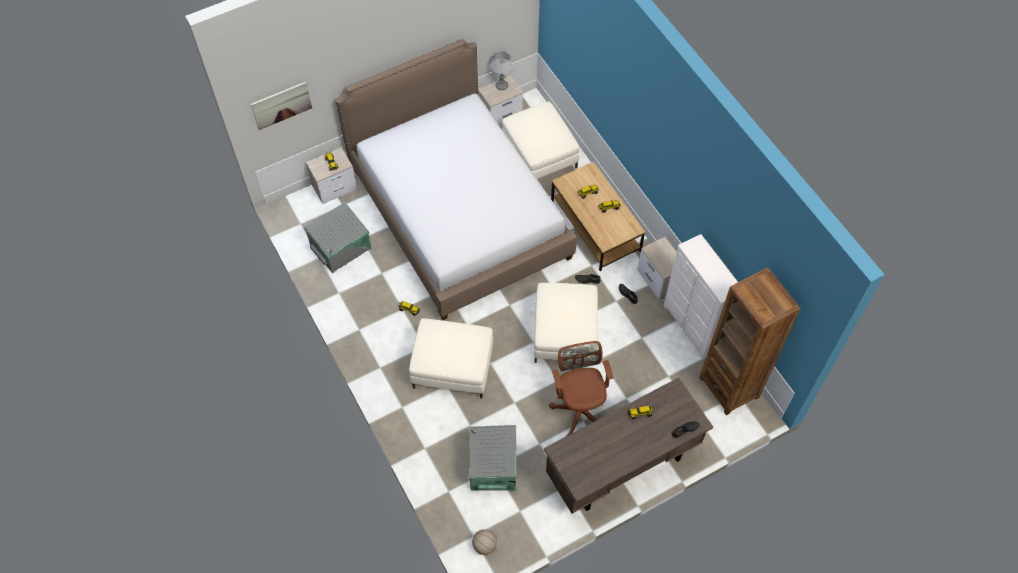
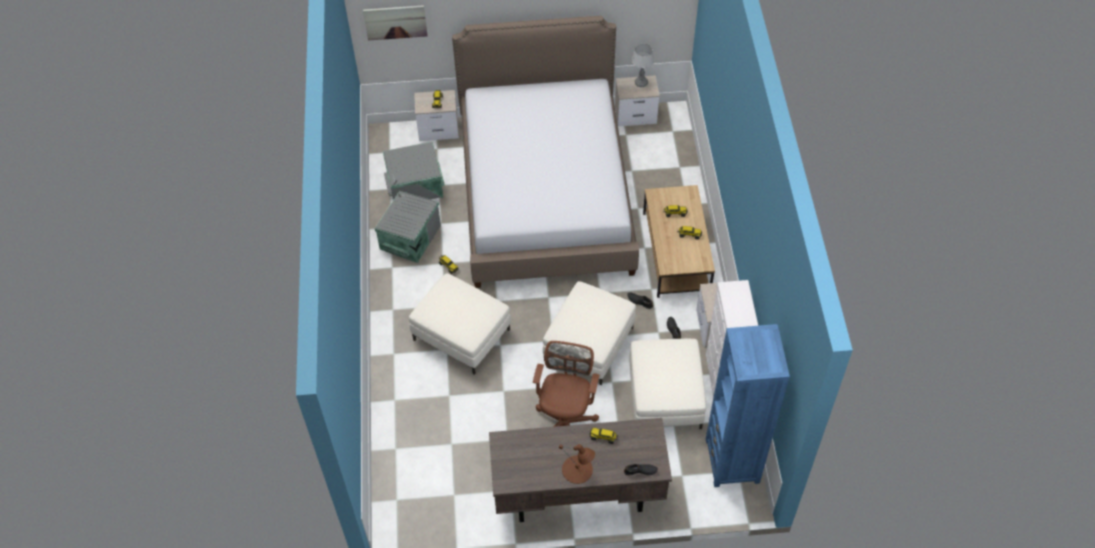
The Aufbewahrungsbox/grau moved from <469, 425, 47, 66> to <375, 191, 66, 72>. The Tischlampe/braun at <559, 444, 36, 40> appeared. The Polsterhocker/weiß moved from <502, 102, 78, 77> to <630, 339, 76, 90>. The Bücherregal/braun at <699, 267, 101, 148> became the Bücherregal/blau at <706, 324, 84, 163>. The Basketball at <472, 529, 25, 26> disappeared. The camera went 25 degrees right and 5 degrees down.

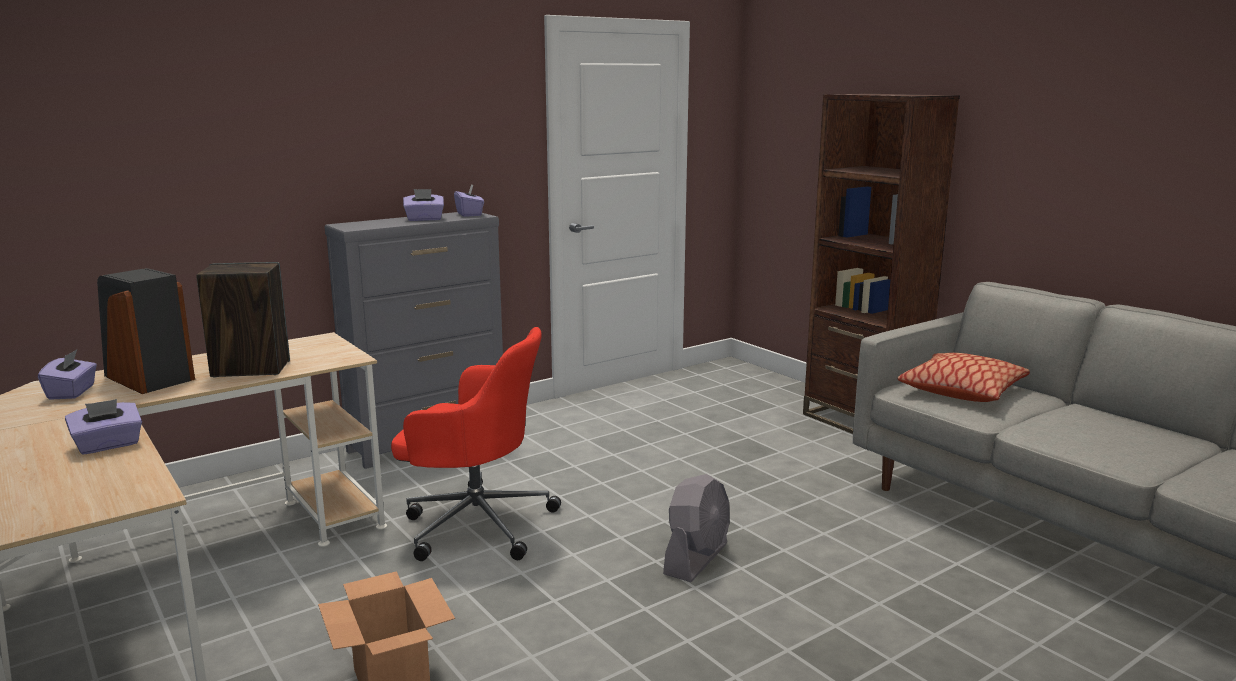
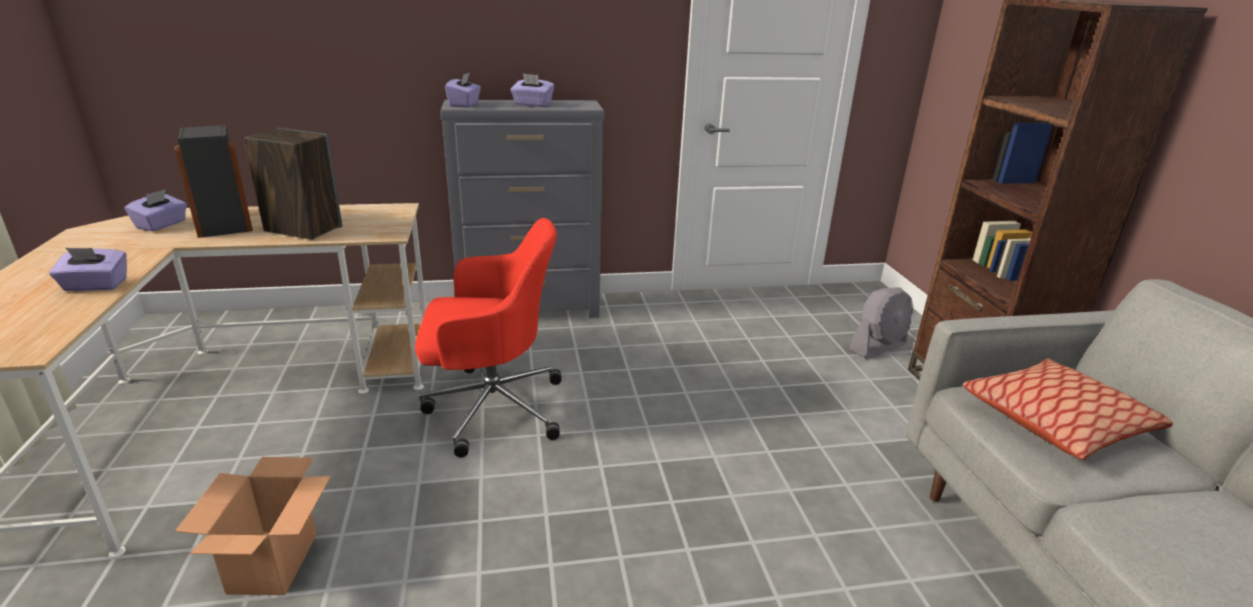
The Bürostuhl/rot at <391, 327, 170, 234> turned 45 degrees counterclockwise. The Taschentuchbox/lila moved from <454, 184, 30, 33> to <445, 72, 36, 36>. The Ventilator/grau moved from <663, 474, 67, 108> to <849, 287, 65, 72>. The camera went 25 degrees right and 10 degrees up.

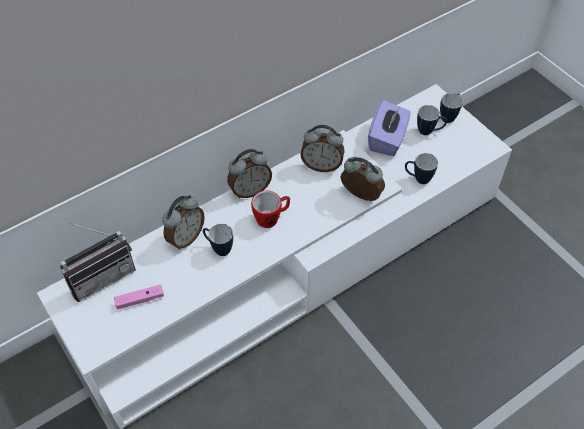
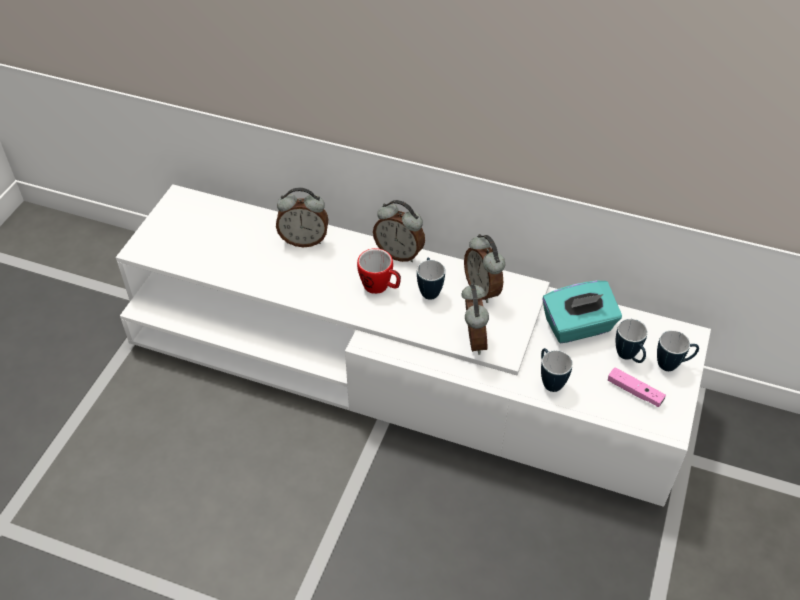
The Henkelbecher moved from <203, 224, 30, 32> to <417, 258, 28, 42>. The Taschentuchbox/lila at <368, 100, 43, 56> became the Taschentuchbox/türkis at <542, 281, 80, 62>. The Gamepad/rosa moved from <114, 284, 50, 25> to <608, 367, 58, 40>. The Radio at <60, 223, 76, 79> disappeared. The camera went 55 degrees right and 5 degrees down.

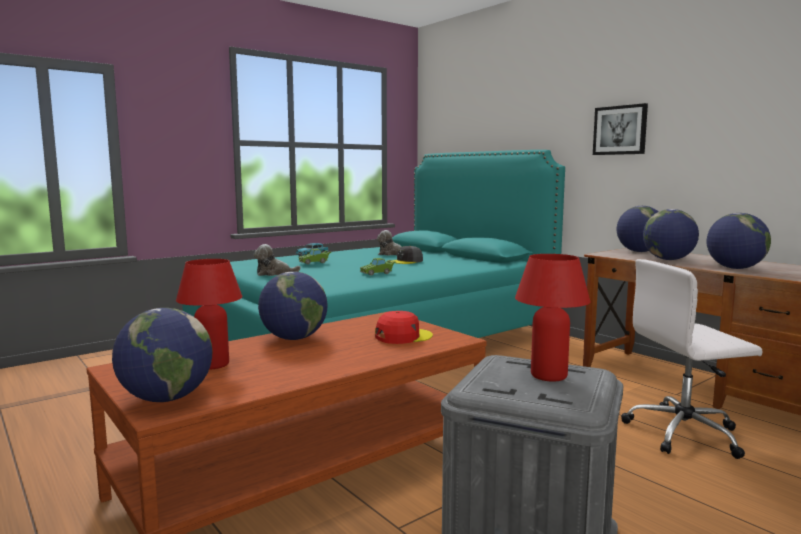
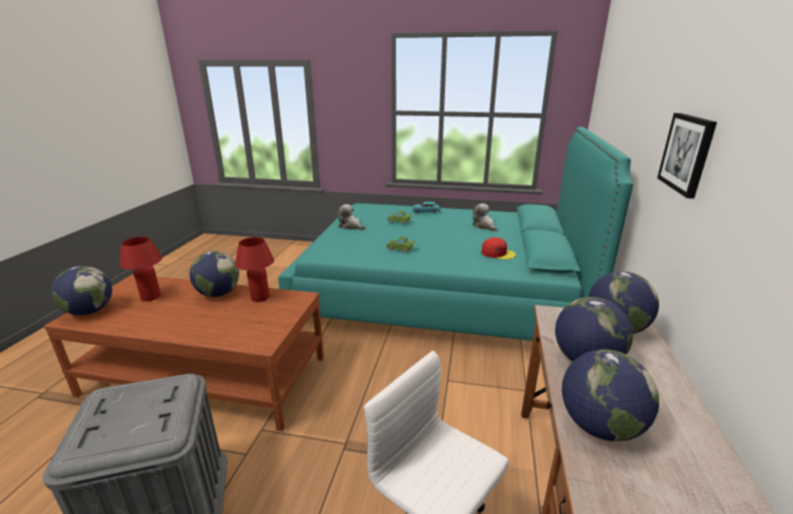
The Tischlampe/rot moved from <515, 254, 76, 128> to <235, 237, 39, 65>. The Kappe/rot moved from <375, 311, 58, 33> to <481, 237, 35, 23>. The Kappe/grau at <391, 246, 32, 18> disappeared. The camera went 50 degrees right and 15 degrees up.

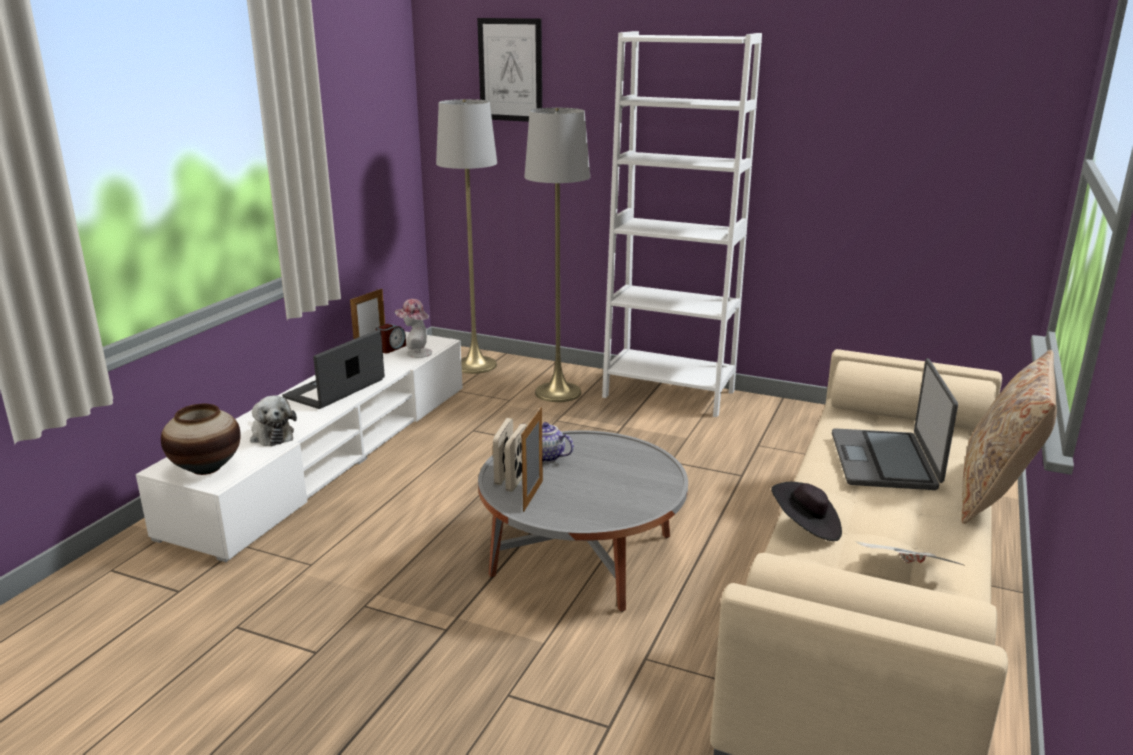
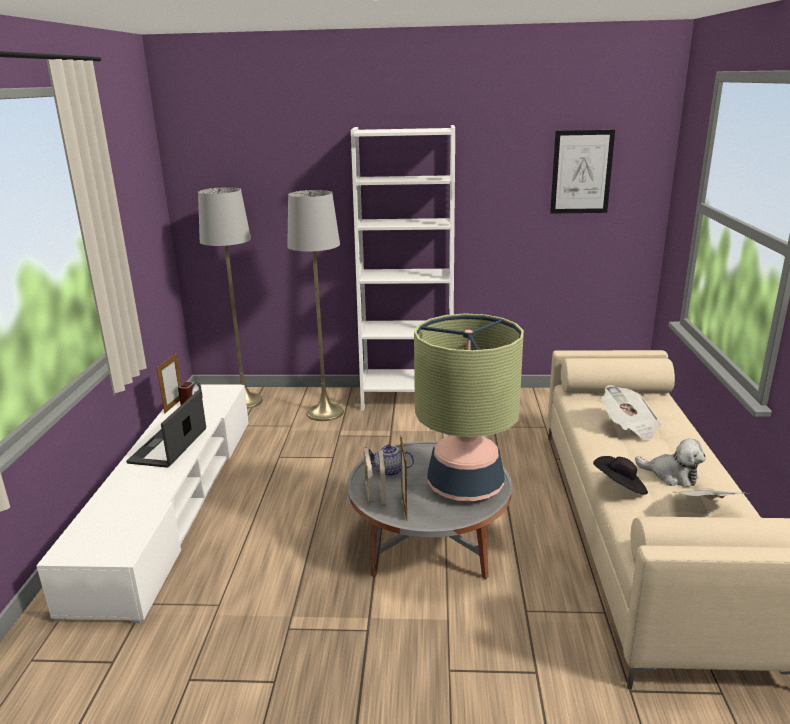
The Tischlampe at <414, 313, 110, 188> appeared. The Bild moved from <477, 18, 65, 104> to <550, 130, 65, 84>. The Laptop at <832, 358, 126, 132> was replaced by the Zeitung at <601, 385, 60, 56>. The Plüschtier moved from <250, 395, 47, 51> to <635, 439, 71, 48>. The Vase at <161, 404, 80, 71> disappeared. The Hut at <395, 299, 37, 59> disappeared. The Kissen/beige at <961, 350, 96, 174> disappeared. The camera went 20 degrees left and 0 degrees up.

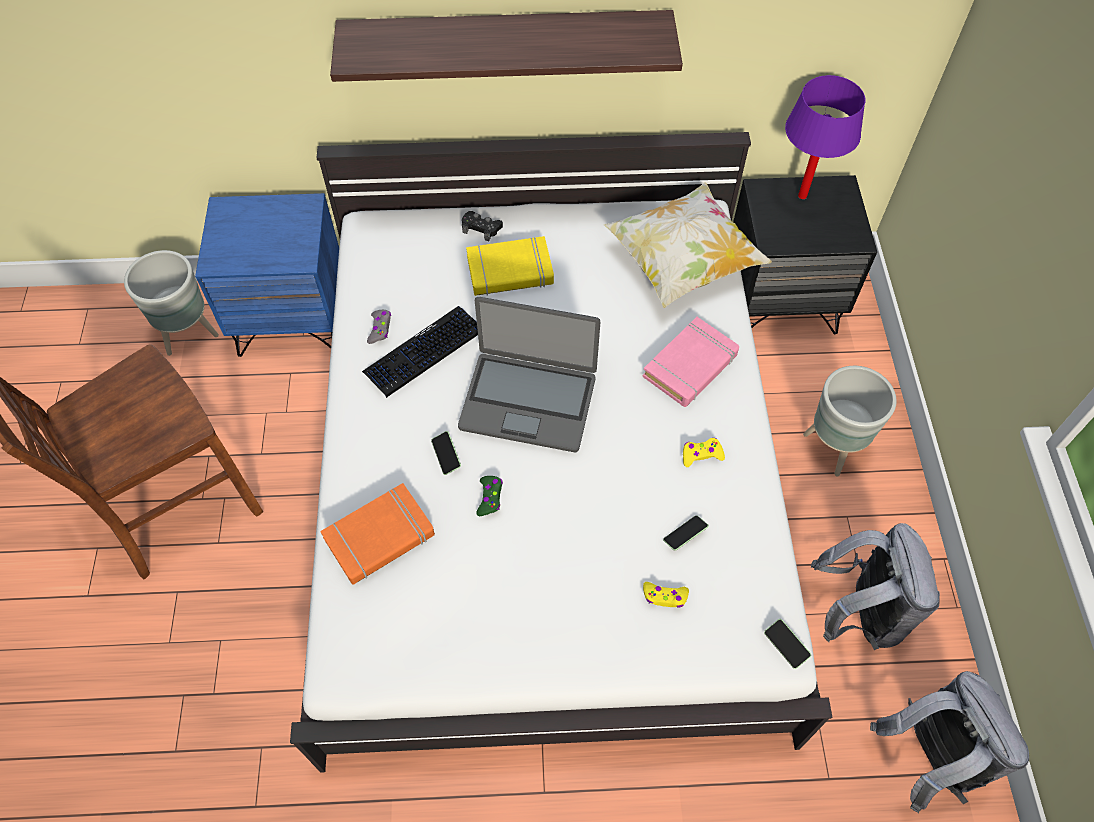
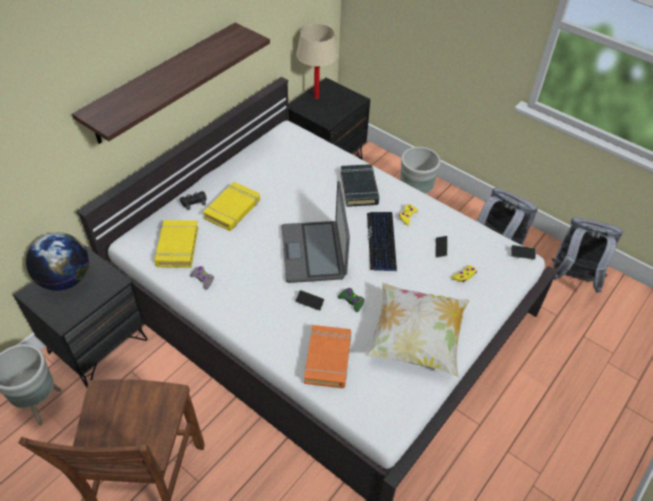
The Nachttisch/blau at <195, 193, 144, 164> became the Nachttisch/schwarz at <13, 245, 135, 143>. The Globus at <26, 232, 63, 59> appeared. The Buch/gelb at <154, 220, 45, 48> appeared. The Laptop at <458, 297, 142, 155> turned 120 degrees clockwise. The Tischlampe/lila at <785, 75, 80, 124> became the Tischlampe/beige at <296, 24, 42, 75>. The Buch/rosa at <643, 317, 96, 90> became the Buch/schwarz at <341, 164, 38, 43>. The Kissen moved from <604, 183, 168, 125> to <365, 282, 104, 95>. The Tastatur moved from <362, 306, 116, 92> to <367, 212, 30, 59>. The camera went 50 degrees left and 10 degrees down.

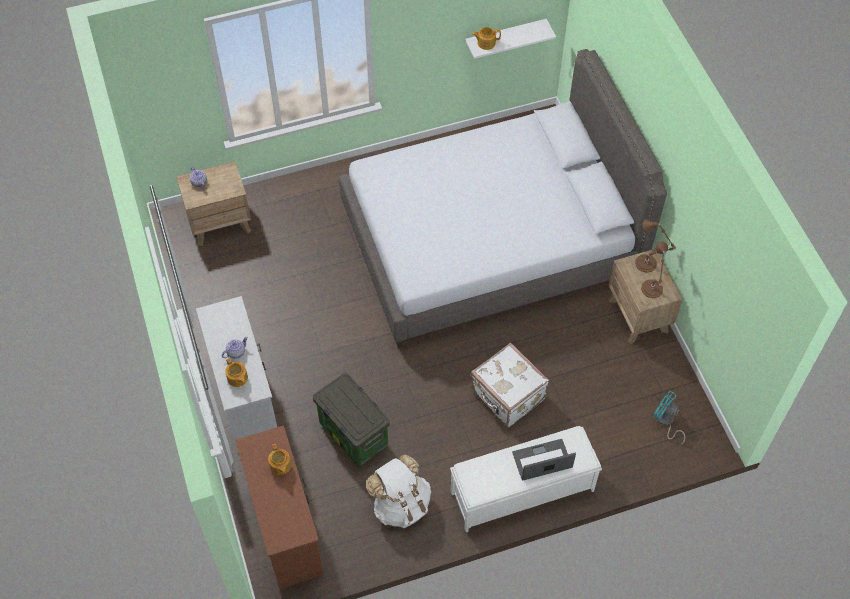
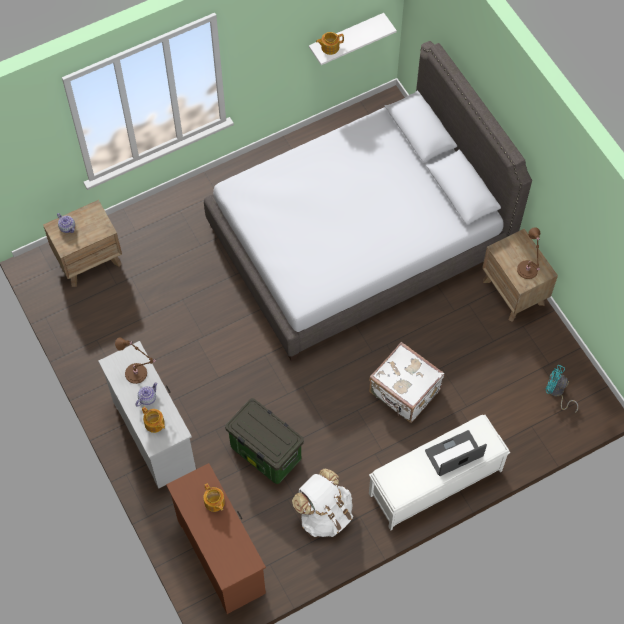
The Tischlampe/braun moved from <635, 219, 42, 53> to <115, 338, 40, 46>. The camera went 10 degrees left and 5 degrees up.

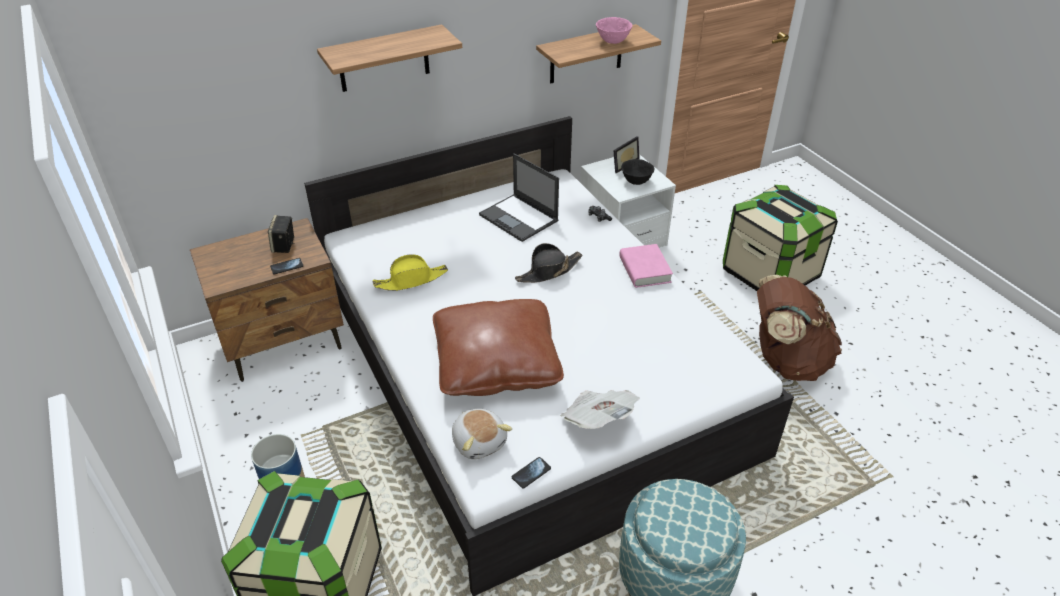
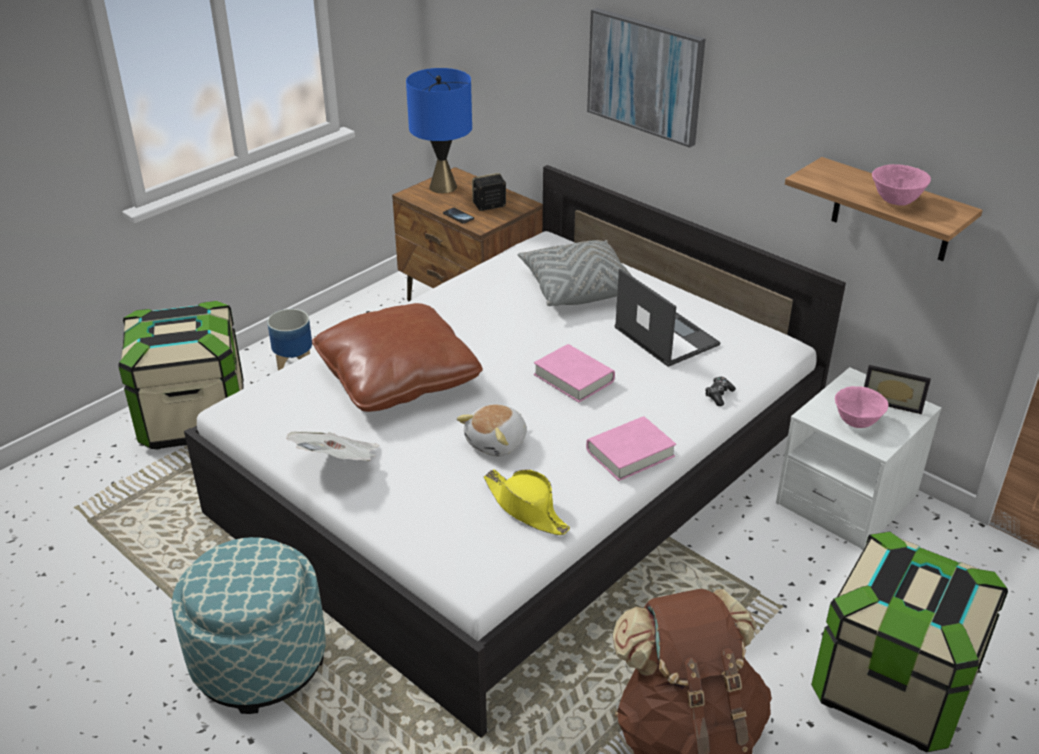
The Tischlampe/blau at <406, 68, 66, 125> appeared. The Plüschtier moved from <452, 409, 60, 50> to <457, 404, 70, 53>. The Hut/gelb moved from <373, 254, 75, 37> to <484, 469, 86, 66>. The Kissen/grau at <518, 240, 115, 66> appeared. The Hut/schwarz at <515, 243, 67, 40> was replaced by the Buch/rosa at <534, 344, 81, 58>. The Wandregal at <317, 24, 145, 68> was replaced by the Bild at <587, 8, 119, 140>. The Laptop at <479, 153, 80, 89> turned 120 degrees clockwise. The Schüssel/schwarz at <621, 159, 34, 26> became the Schüssel/rosa at <835, 386, 53, 42>. The Handy at <512, 457, 39, 31> disappeared. The camera went 70 degrees right and 5 degrees down.

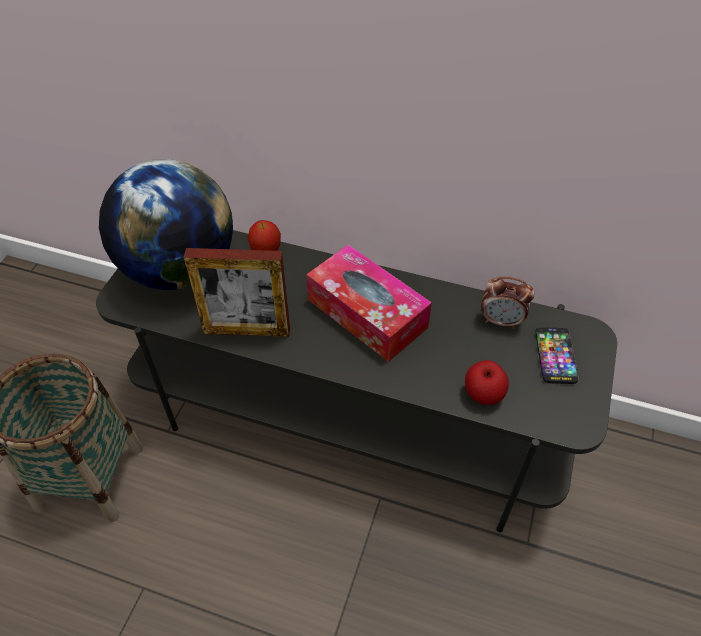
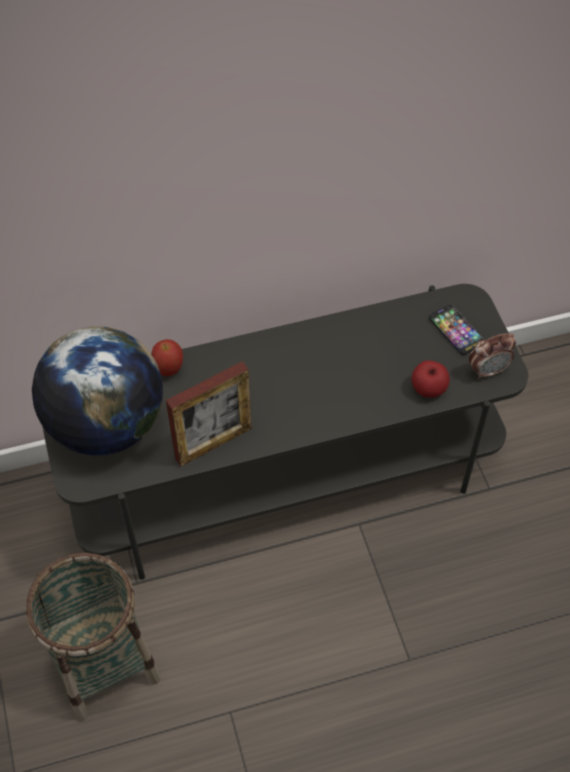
The Wecker moved from <481, 276, 54, 53> to <469, 333, 47, 47>. The Taschentuchbox at <306, 245, 126, 117> disappeared. The camera went 35 degrees left and 5 degrees up.

